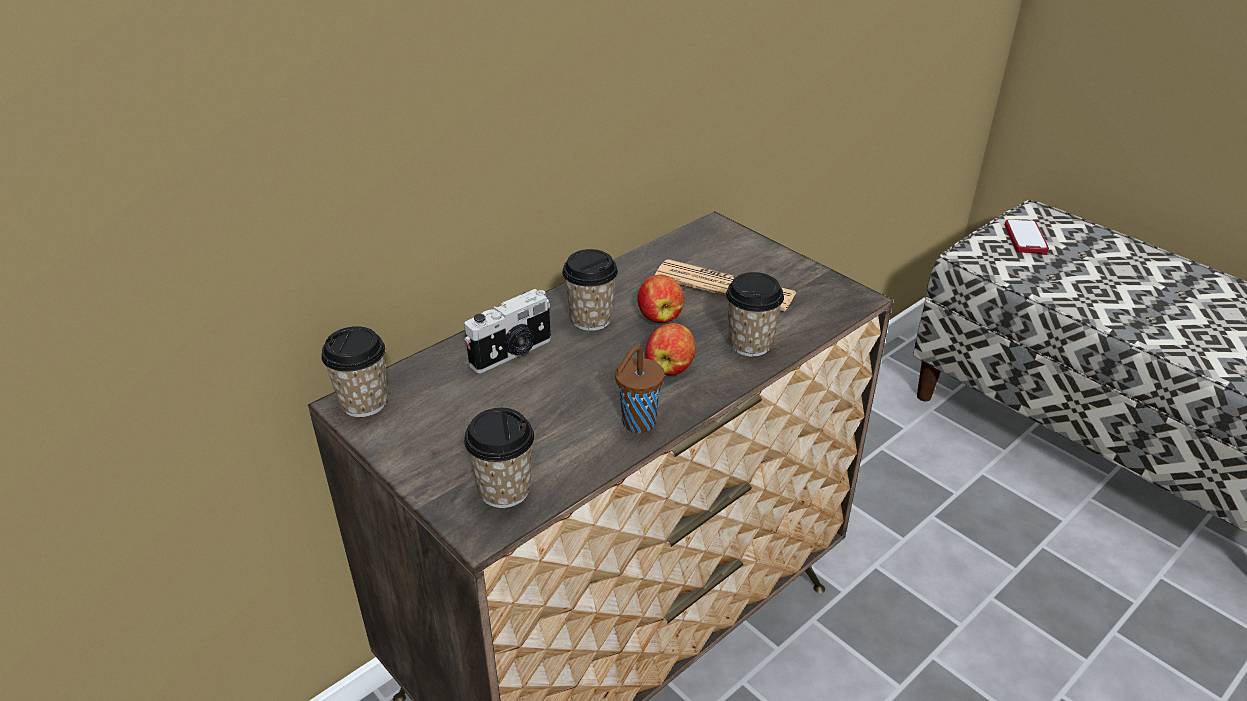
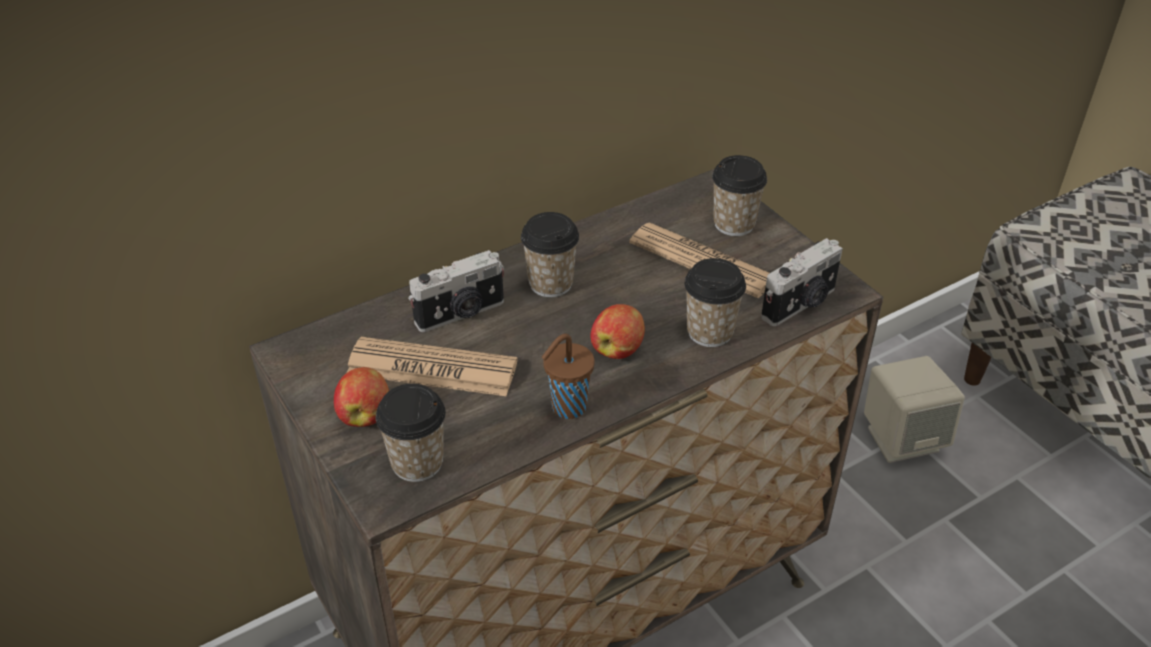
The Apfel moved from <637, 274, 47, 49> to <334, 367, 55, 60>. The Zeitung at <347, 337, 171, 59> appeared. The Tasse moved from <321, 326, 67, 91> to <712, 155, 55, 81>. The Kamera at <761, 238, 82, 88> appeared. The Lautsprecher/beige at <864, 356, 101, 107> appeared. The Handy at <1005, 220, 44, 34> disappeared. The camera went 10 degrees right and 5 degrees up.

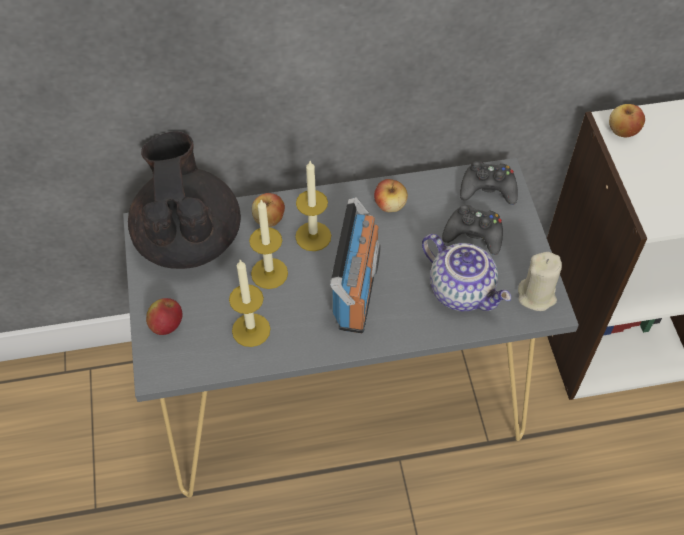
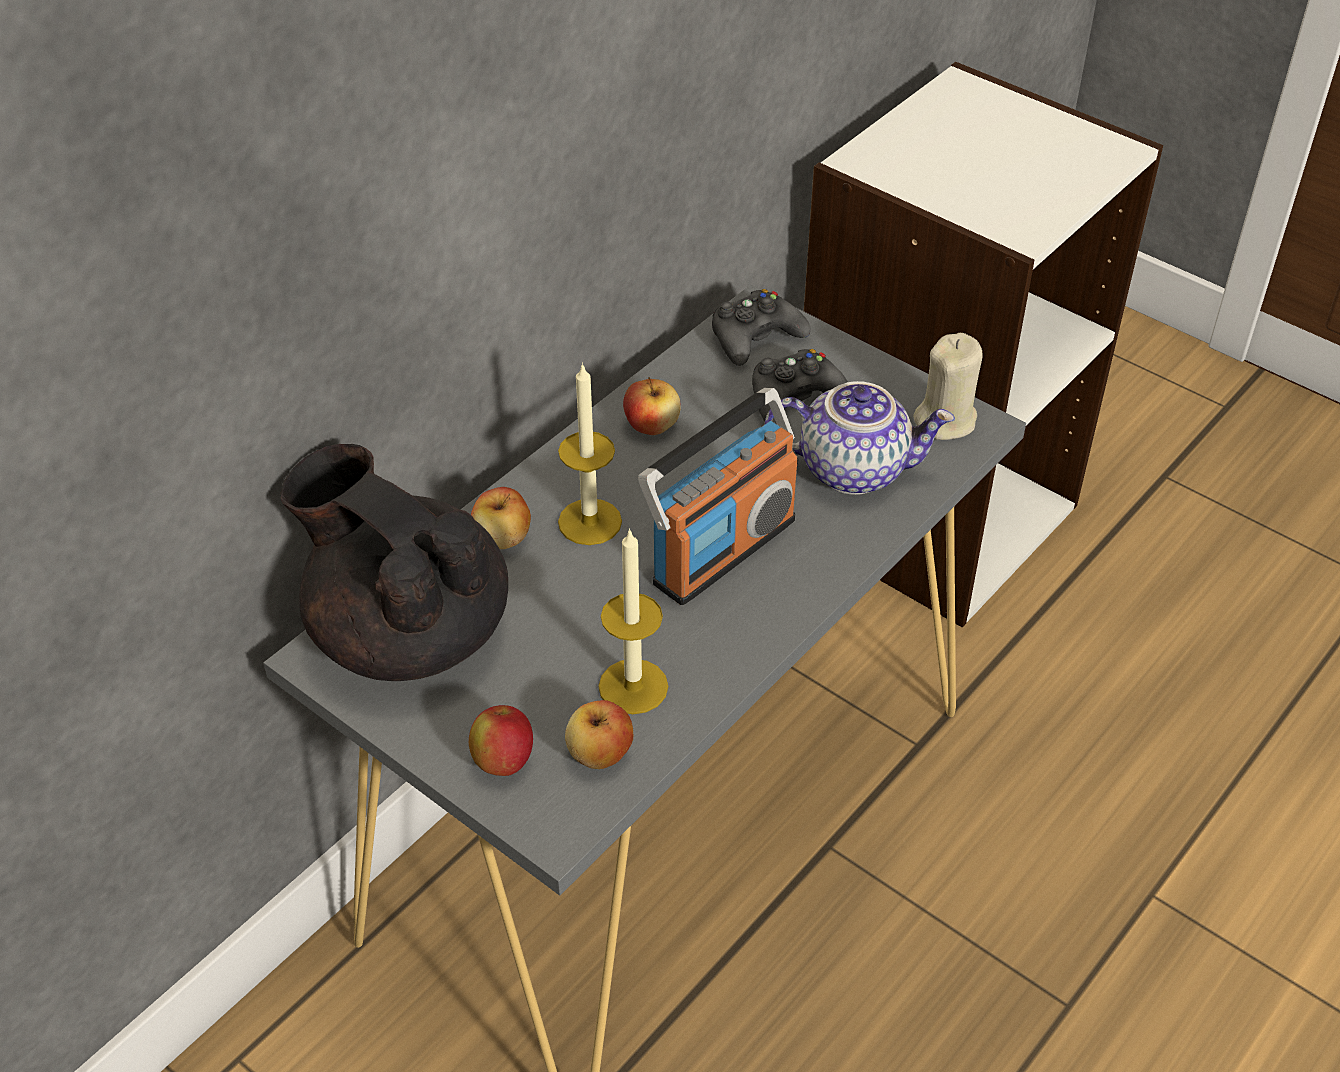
The Apfel moved from <609, 104, 36, 34> to <565, 700, 69, 69>. The Radio at <330, 197, 51, 136> turned 75 degrees clockwise. The Kerze at <249, 200, 39, 89> disappeared. The camera went 40 degrees left and 10 degrees down.

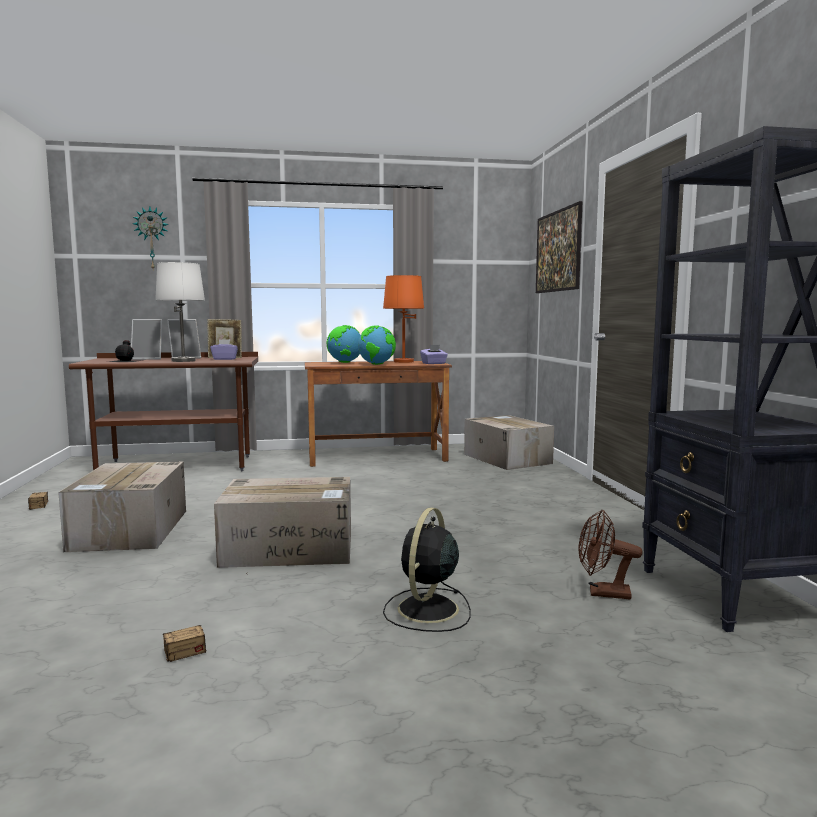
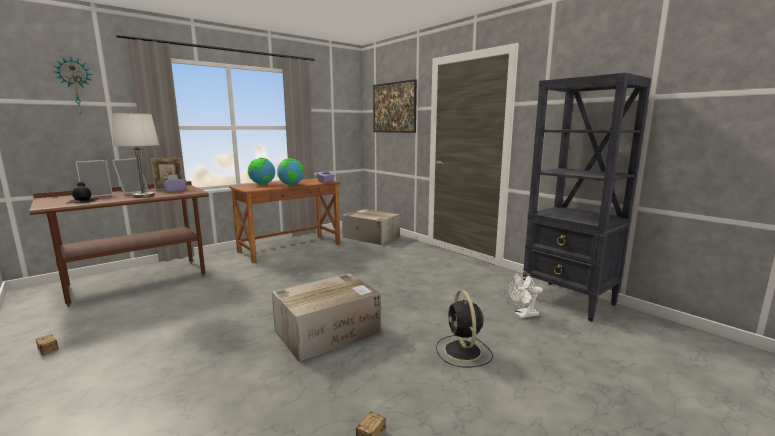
The Ventilator/braun at <579, 510, 64, 89> became the Ventilator/weiß at <509, 271, 34, 47>. The Karton at <58, 461, 128, 91> disappeared. The Tischlampe/orange at <383, 275, 41, 88> disappeared. The camera went 30 degrees left and 5 degrees up.

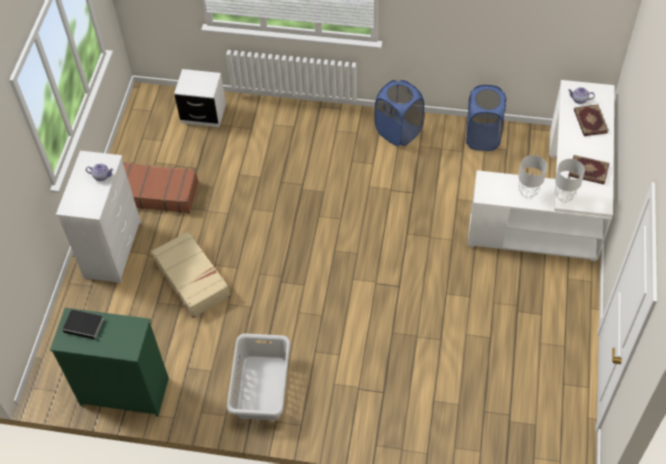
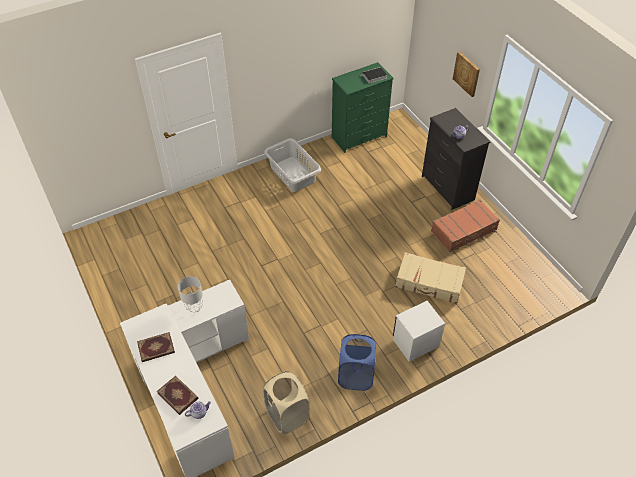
The Wäschekorb/blau at <466, 85, 40, 66> became the Wäschekorb/beige at <263, 371, 47, 63>. The Nachttisch/weiß moved from <174, 69, 52, 58> to <393, 301, 52, 61>. The Koffer/beige moved from <151, 231, 79, 87> to <395, 252, 71, 51>. The Kommode/weiß at <56, 151, 85, 132> became the Kommode/schwarz at <422, 108, 68, 102>. The Bild at <453, 51, 27, 46> appeared. The Tischlampe/grau at <555, 159, 30, 43> disappeared. The camera went 140 degrees right and 5 degrees down.

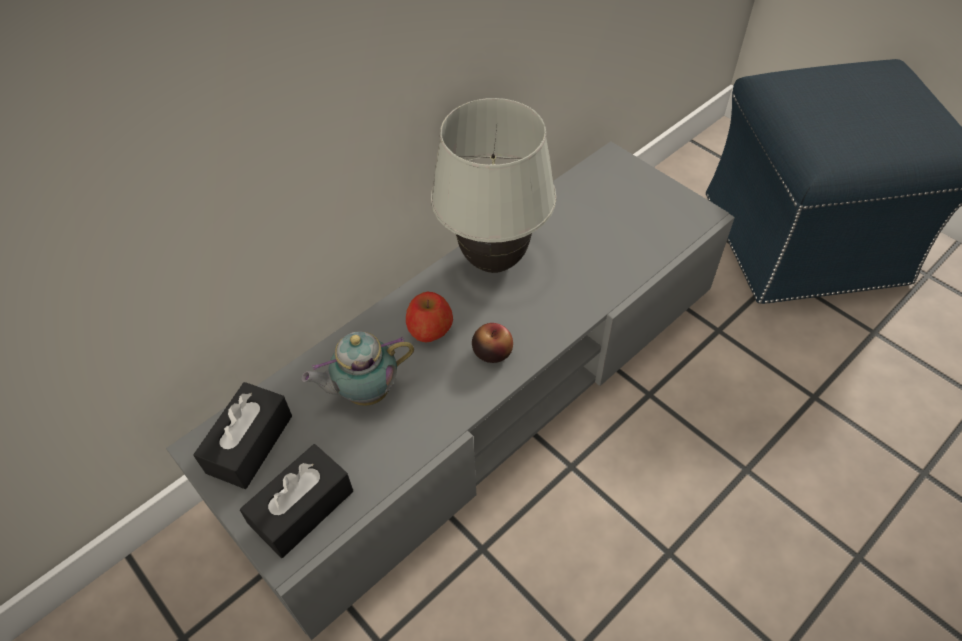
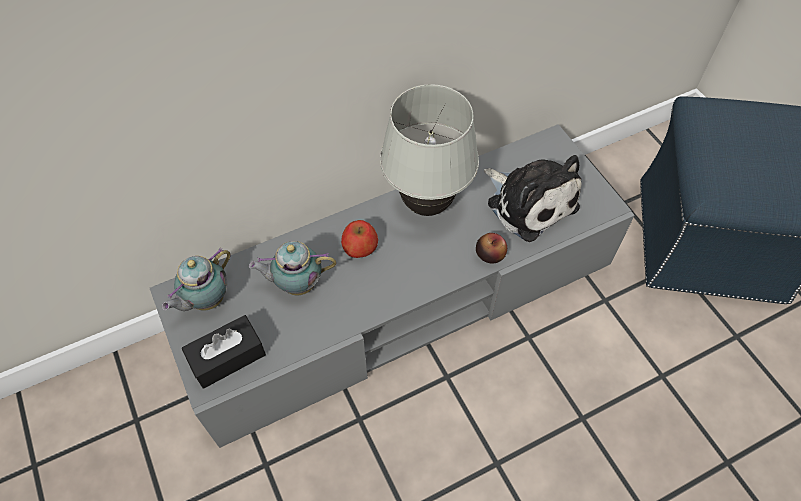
The Taschentuchbox/schwarz at <193, 382, 99, 107> was replaced by the Teekanne at <162, 248, 69, 63>. The Apfel moved from <472, 323, 41, 40> to <476, 233, 31, 31>. The Plüschtier at <484, 155, 98, 87> appeared. The camera went 15 degrees right and 5 degrees up.

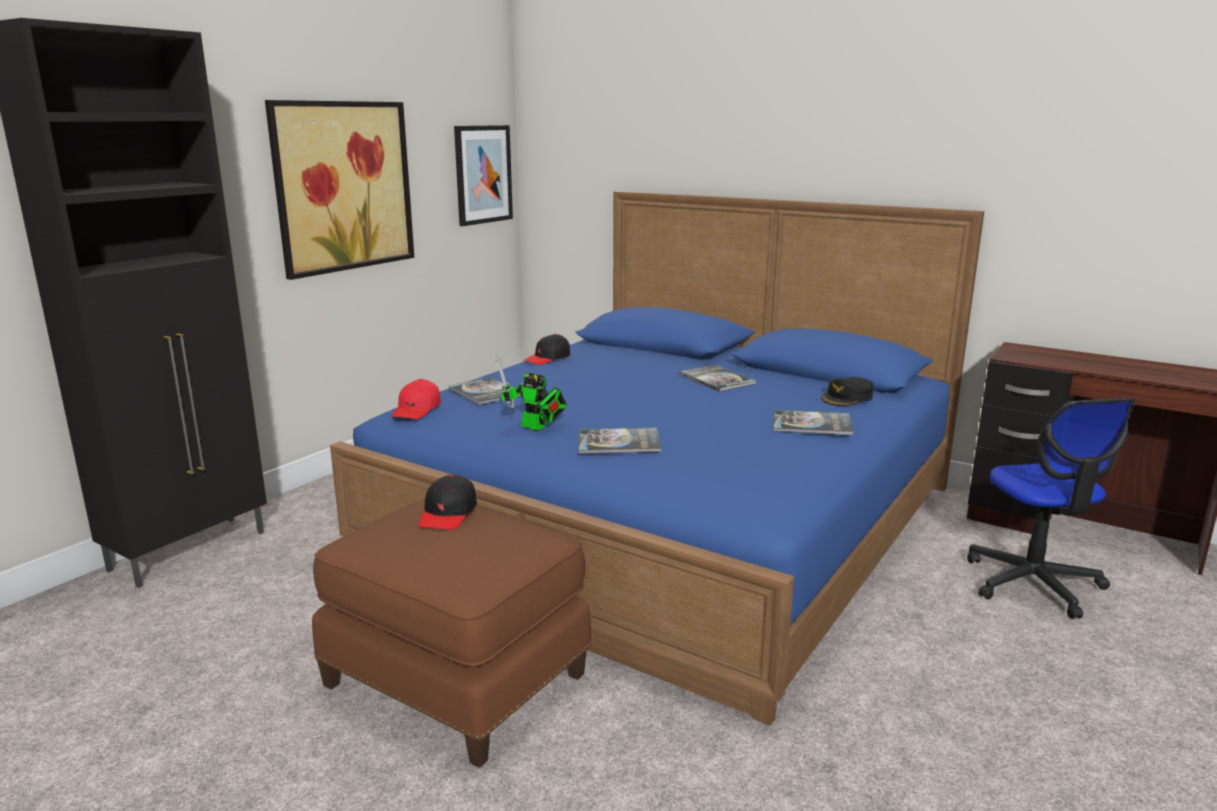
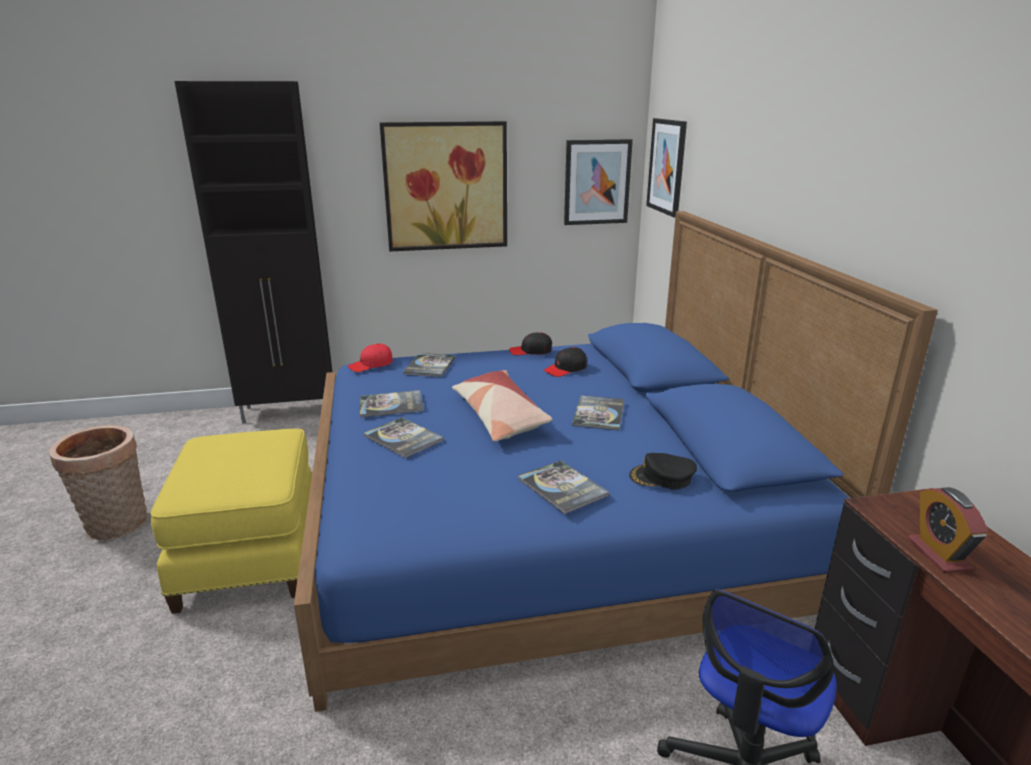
The Korb at <49, 425, 99, 115> appeared. The Polsterhocker/braun at <312, 498, 280, 270> became the Polsterhocker/gelb at <150, 429, 162, 185>. The Spielzeugroboter at <496, 356, 71, 75> was replaced by the Buch at <360, 390, 63, 27>. The Kissen at <452, 370, 100, 71> appeared. The Kappe/schwarz moved from <419, 474, 58, 56> to <544, 347, 43, 30>. The Bild at <646, 118, 41, 100> appeared. The Wecker at <908, 487, 81, 87> appeared. The camera went 45 degrees right and 5 degrees up.

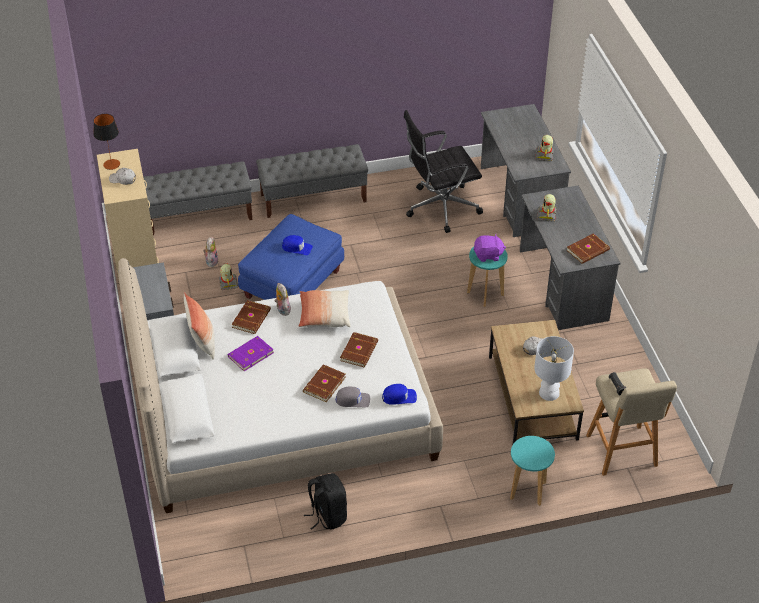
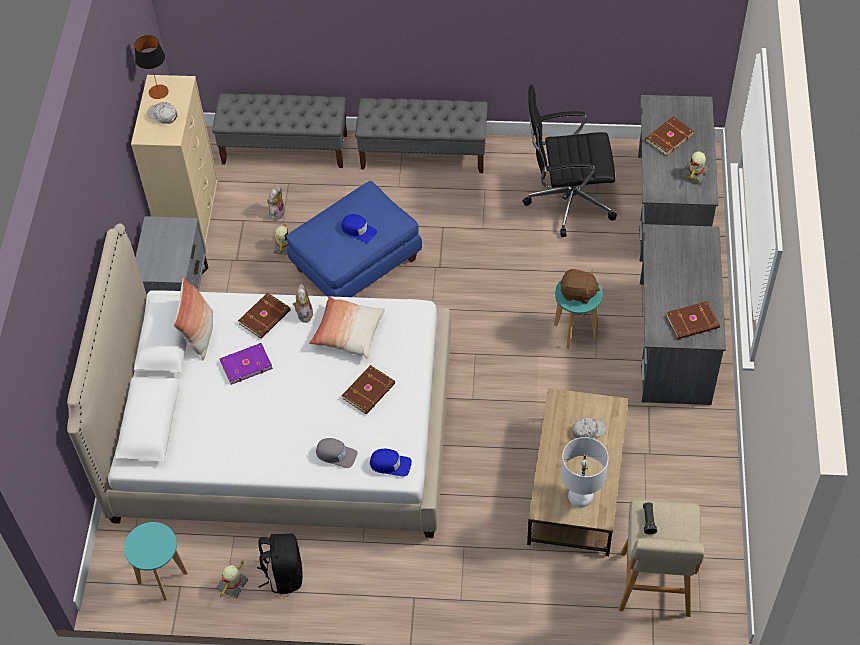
The Hocker/türkis moved from <510, 436, 45, 70> to <124, 522, 64, 79>. The Spielzeugroboter moved from <537, 194, 19, 27> to <216, 560, 33, 39>. The Plüschtier/lila at <473, 234, 33, 28> became the Plüschtier/braun at <560, 269, 40, 35>. The Buch/braun moved from <303, 364, 43, 38> to <645, 116, 49, 40>. The camera went 20 degrees right and 10 degrees up.

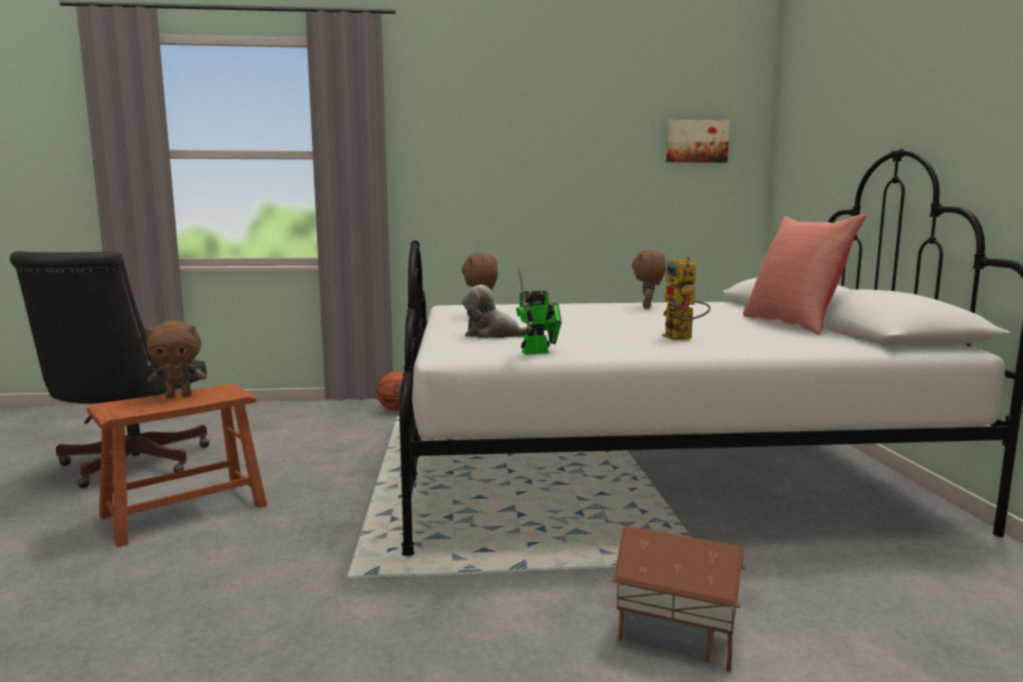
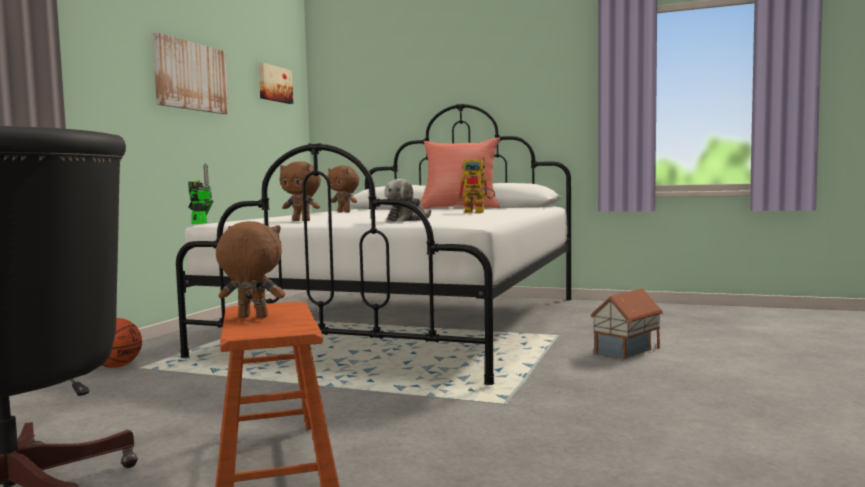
The Bild at <153, 33, 75, 81> appeared. The Spielzeugroboter moved from <516, 268, 46, 87> to <188, 163, 26, 61>. The Plüschtier/braun at <145, 320, 62, 78> turned 90 degrees counterclockwise. The camera went 65 degrees left and 5 degrees down.

